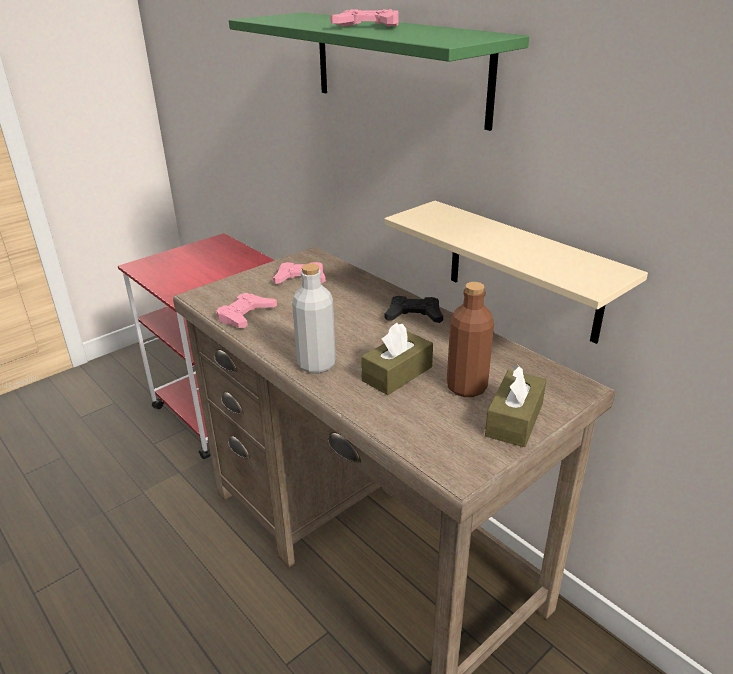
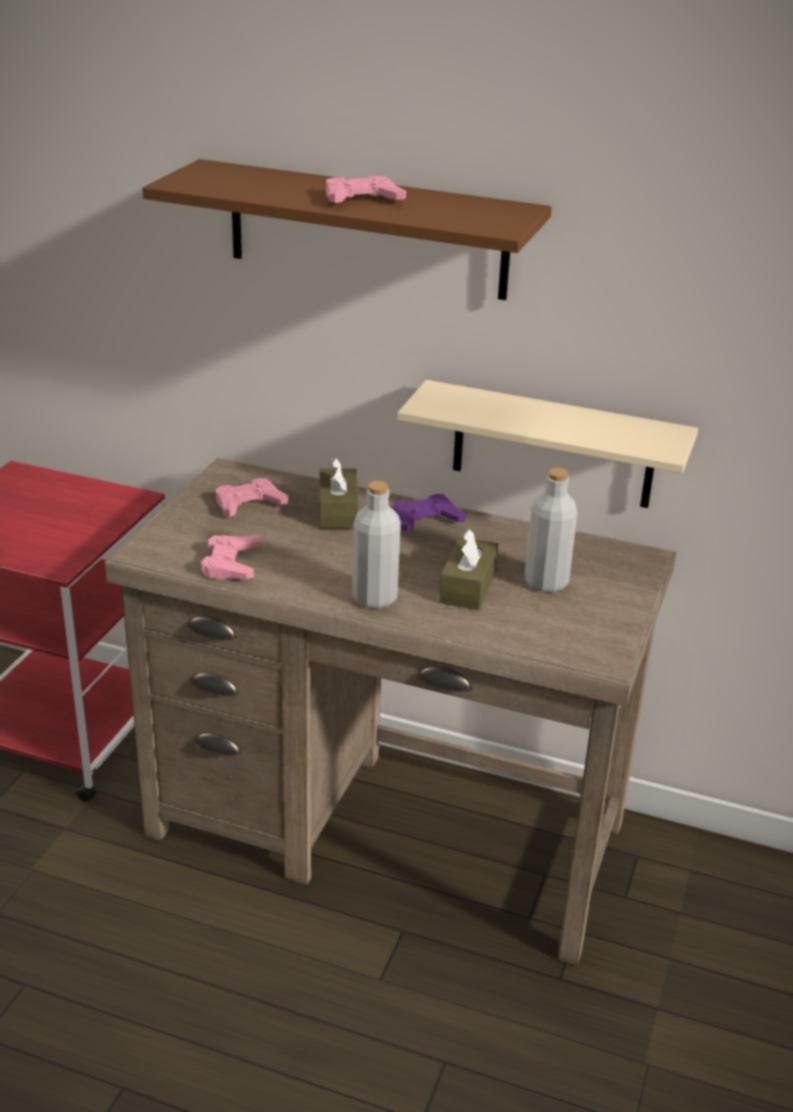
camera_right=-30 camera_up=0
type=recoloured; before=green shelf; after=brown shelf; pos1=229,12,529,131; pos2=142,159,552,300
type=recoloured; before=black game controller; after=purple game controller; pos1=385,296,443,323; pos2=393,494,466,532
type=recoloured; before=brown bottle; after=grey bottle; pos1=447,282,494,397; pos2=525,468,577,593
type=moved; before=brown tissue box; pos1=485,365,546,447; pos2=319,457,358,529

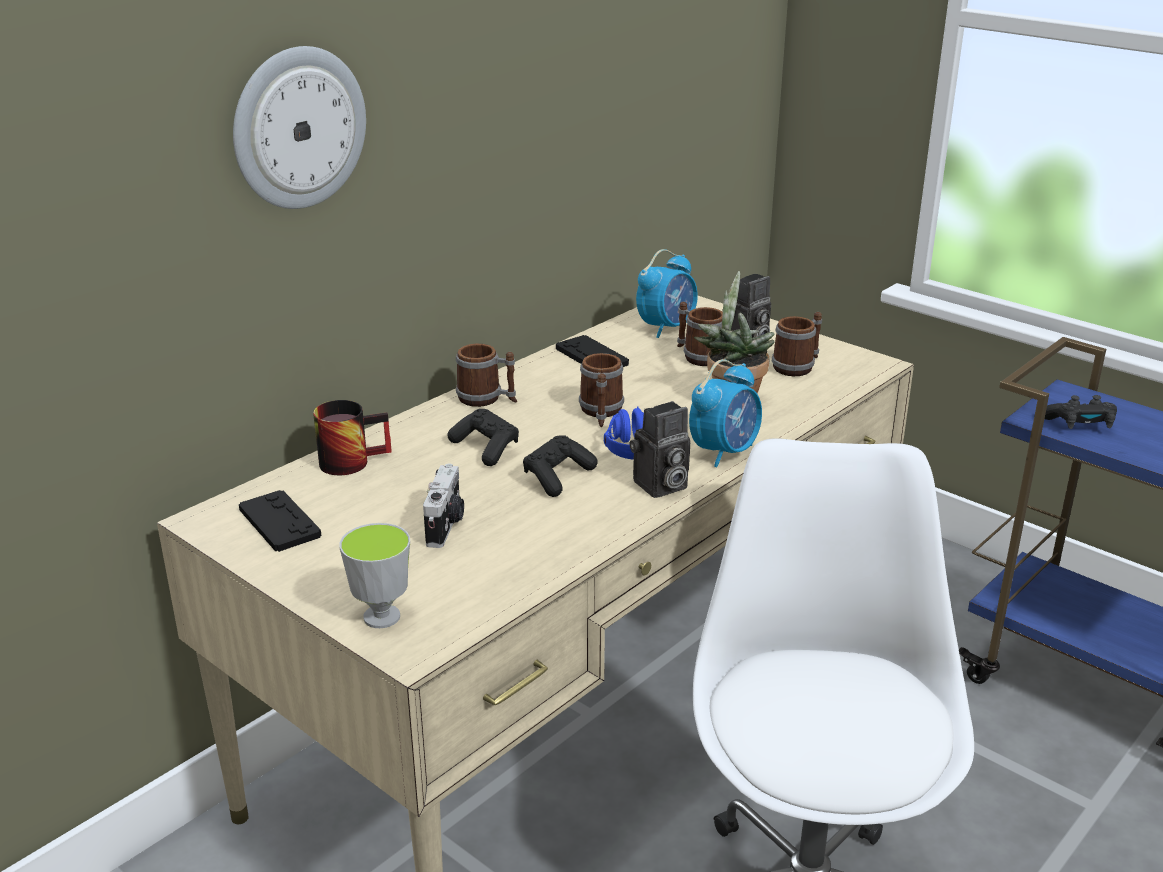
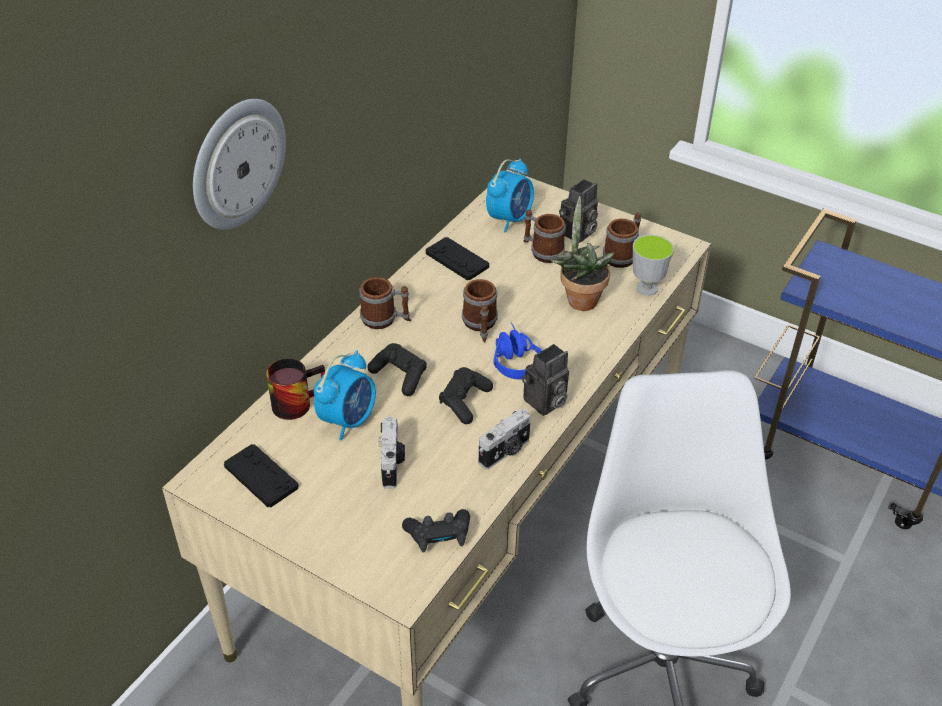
camera_right=-10 camera_up=15
type=moved; before=cup; pos1=340,523,410,628; pos2=633,234,674,296
type=moved; before=alarm clock; pos1=689,359,762,467; pos2=314,350,376,440
type=moved; before=black game controller; pos1=1045,395,1117,429; pos2=402,509,470,553
type=added; after=photo camera; pos2=479,409,531,470

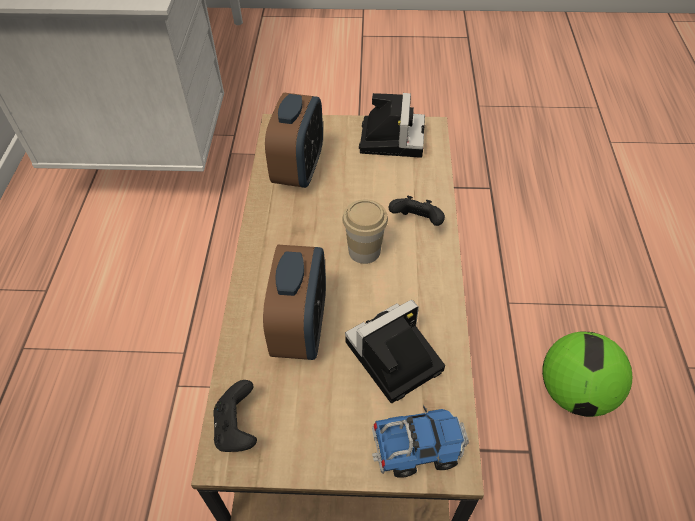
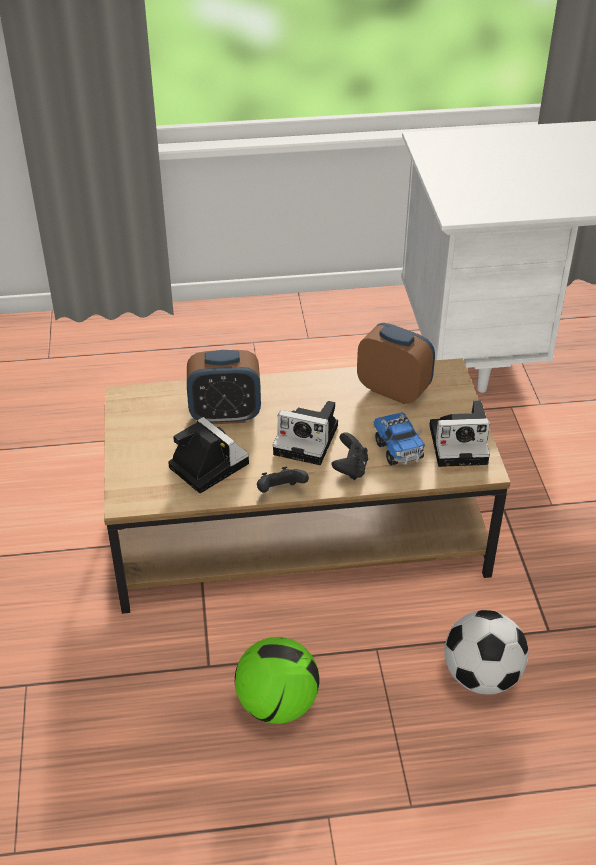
camera_right=80 camera_up=-10
type=moved; before=black game controller; pos1=213,380,257,452; pos2=257,467,309,493
type=turned; before=alarm clock; pos1=265,93,323,188; pos2=357,323,435,404; turn=-150
type=replaced; before=cup; after=photo camera; pos1=342,200,388,264; pos2=273,401,338,465
type=moved; before=toy truck; pos1=372,405,469,478; pos2=374,412,425,466
type=added; after=football; pos2=444,610,528,694

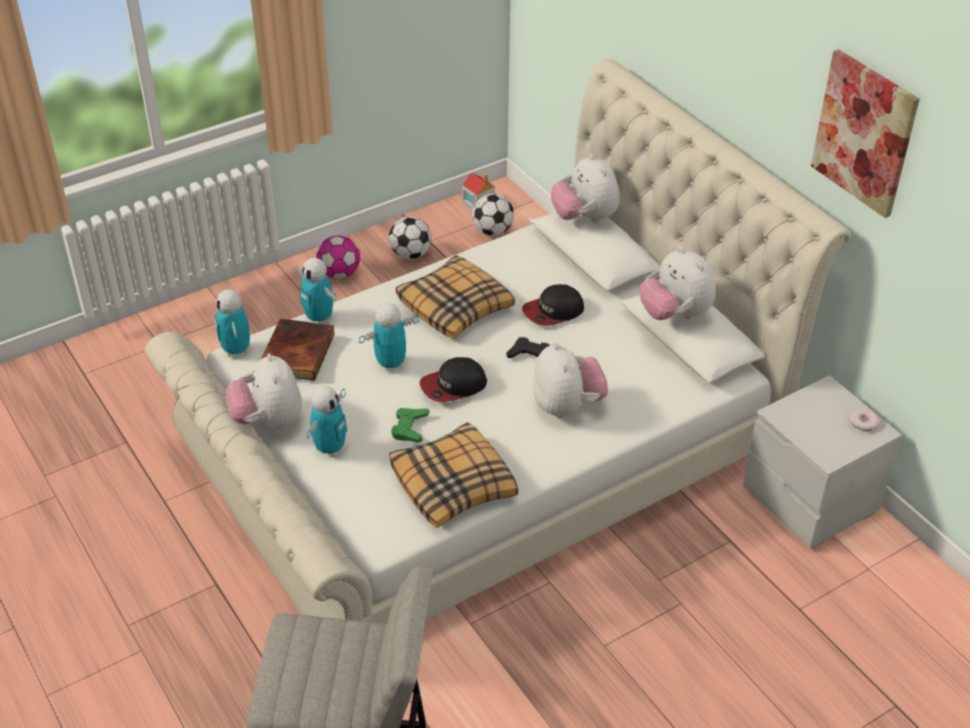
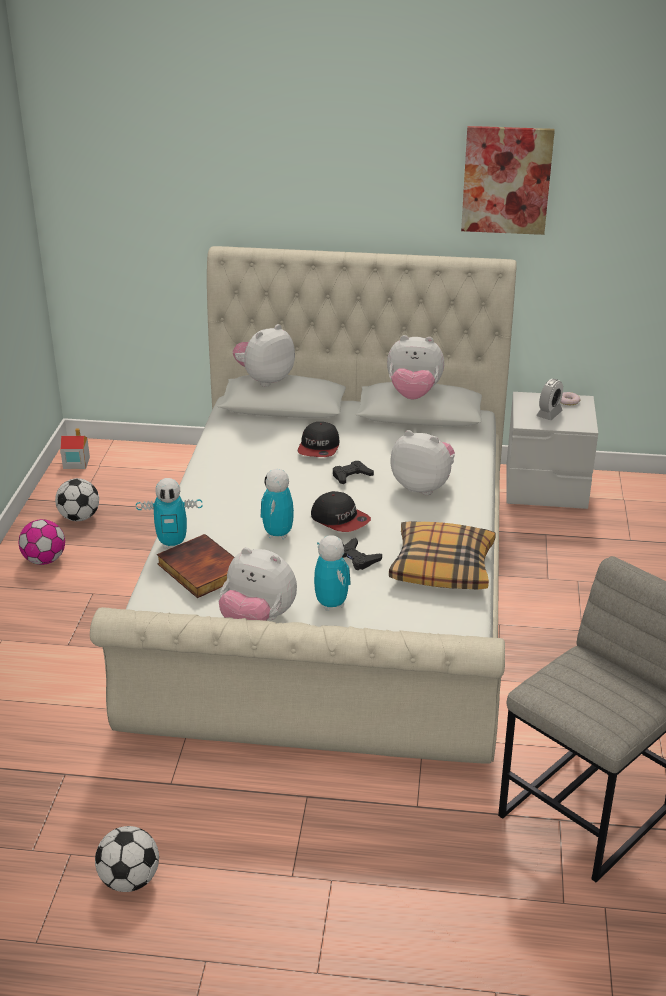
camera_right=-50 camera_up=-10
type=removed; before=toy robot; pos1=215,289,250,357
type=recoloured; before=green game controller; after=black game controller; pos1=391,408,429,443; pos2=342,538,382,570
type=removed; before=pillow; pos1=396,255,515,339
type=turned; before=cap; pos1=420,357,487,402; pos2=311,491,371,532; turn=-60
type=moved; before=football; pos1=472,194,514,236; pos2=95,826,159,892
type=turned; before=plush toy; pos1=551,154,620,223; pos2=233,324,295,387; turn=120
type=added; after=alarm clock; pos2=536,379,563,420

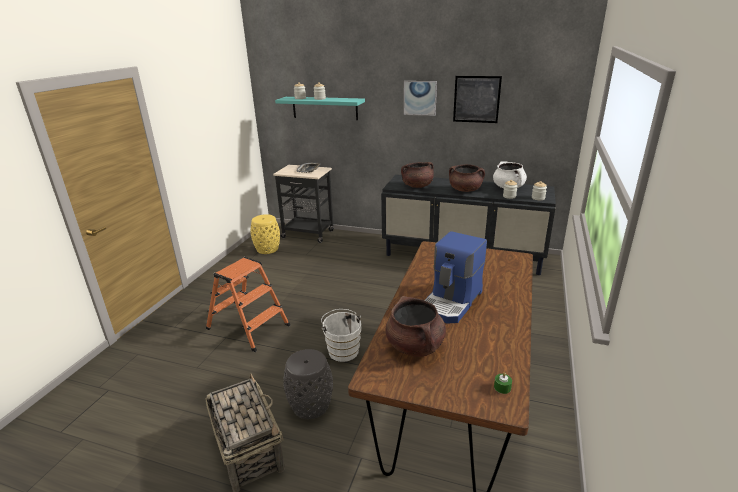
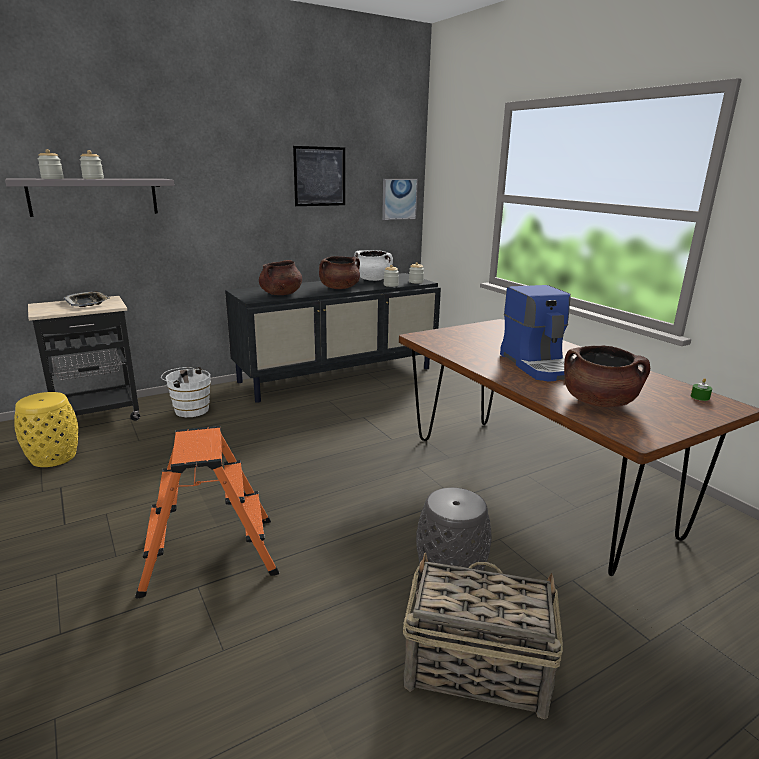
camera_right=-50 camera_up=-5
type=recoloured; before=turquoise shelf; after=grey shelf; pos1=275,97,365,120; pos2=5,178,175,217
type=moved; before=white bucket; pos1=321,309,361,362; pos2=161,367,211,417
type=moved; before=picture; pos1=403,81,437,116; pos2=382,179,418,220

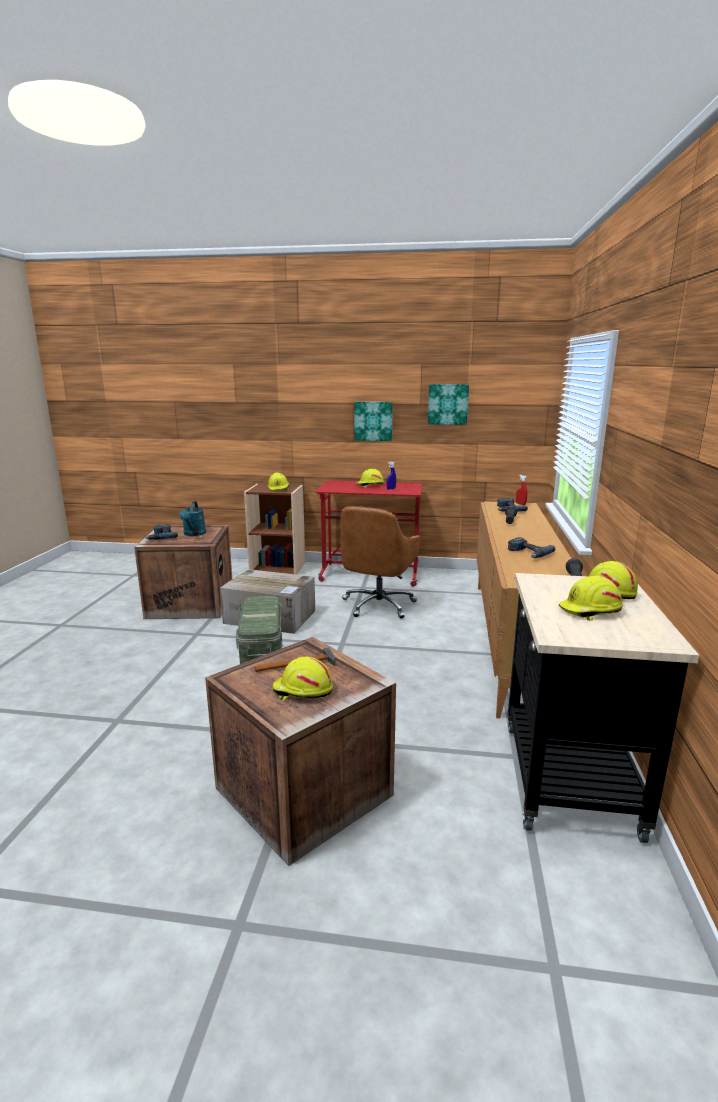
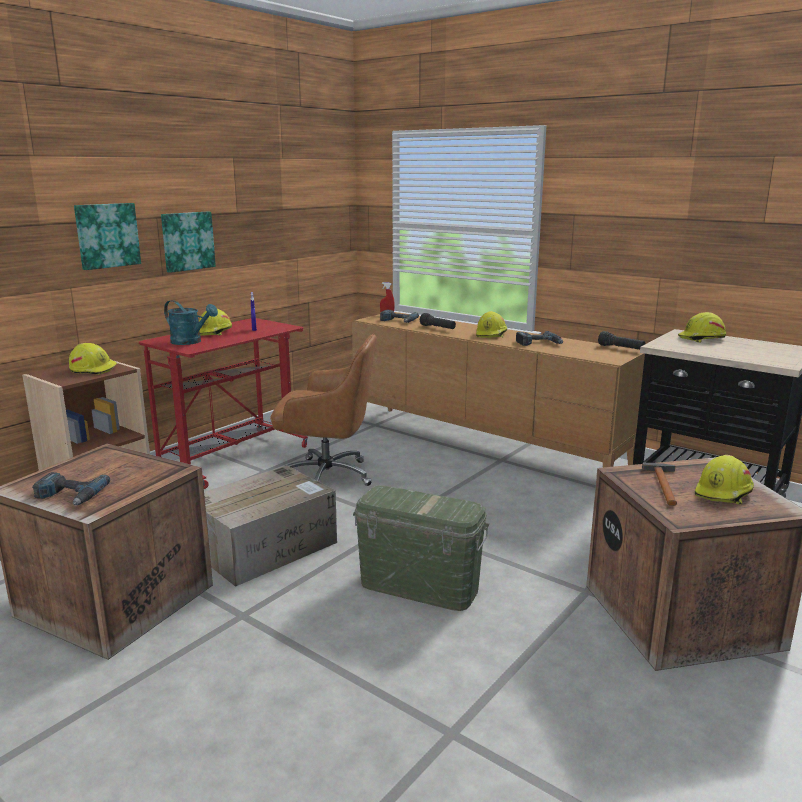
camera_right=-60 camera_up=0
type=moved; before=turquoise watering can; pos1=179,501,206,536; pos2=164,300,218,345
type=turned; before=brown office chair; pos1=341,506,421,619; pos2=270,334,377,486; turn=-45
type=moved; before=picture; pos1=428,384,469,425; pos2=74,203,141,270
type=moved; before=yellow hard hat; pos1=559,576,623,621; pos2=476,311,507,338

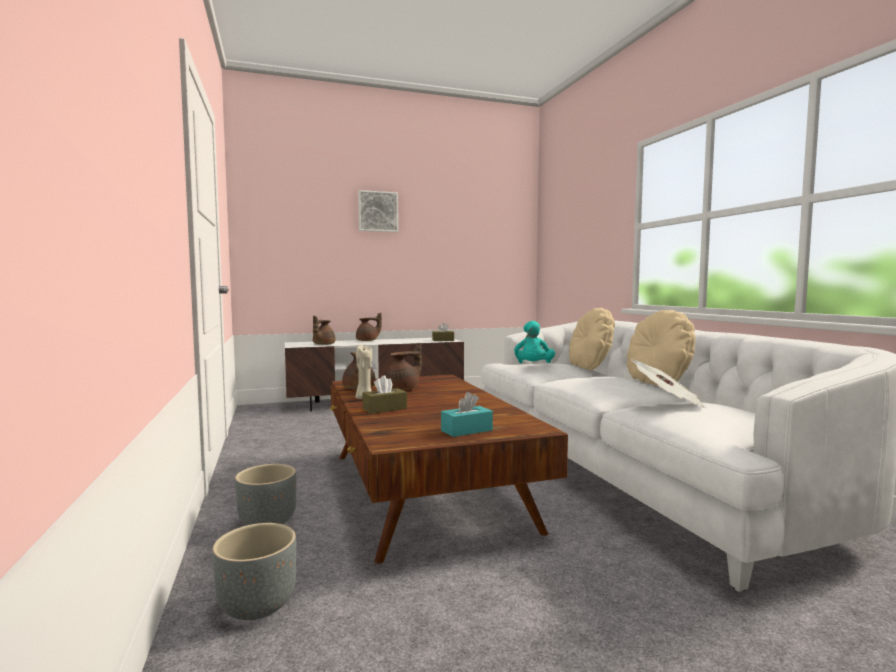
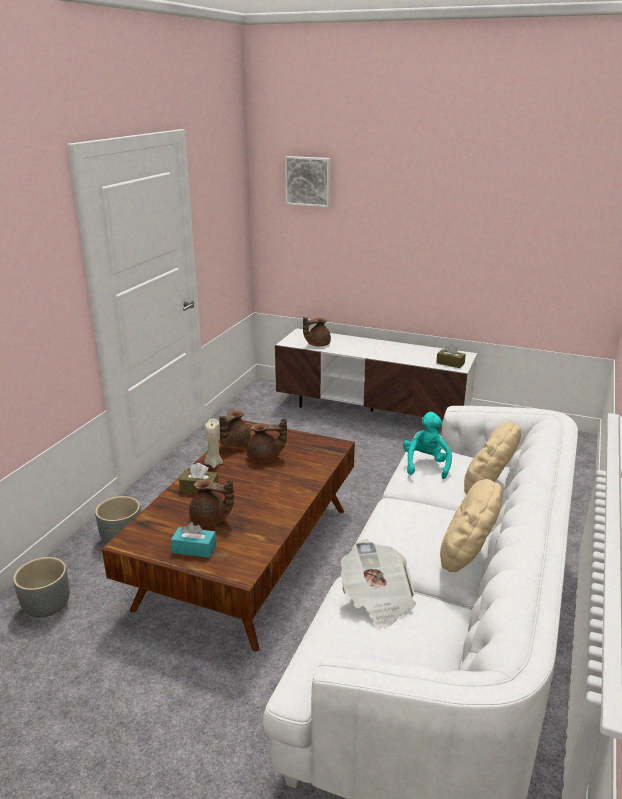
camera_right=40 camera_up=20
type=moved; before=brown teapot; pos1=356,313,382,341; pos2=189,479,234,526
type=moved; before=picture; pos1=358,190,398,232; pos2=285,156,330,207
type=turned; before=turquoise plush toy; pos1=514,321,555,363; pos2=403,412,452,479; turn=135

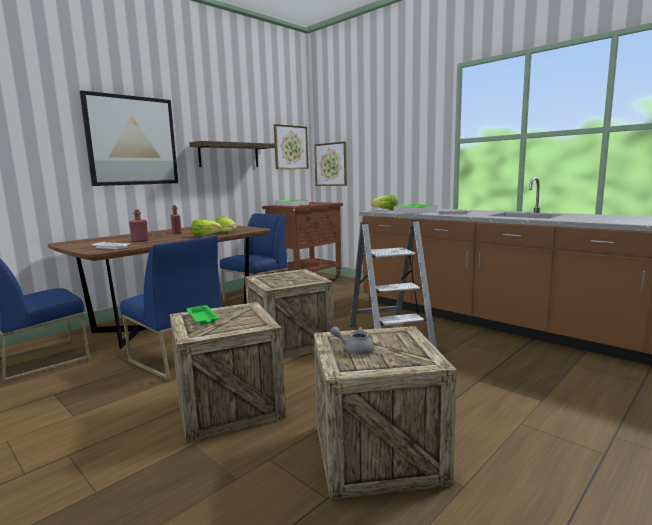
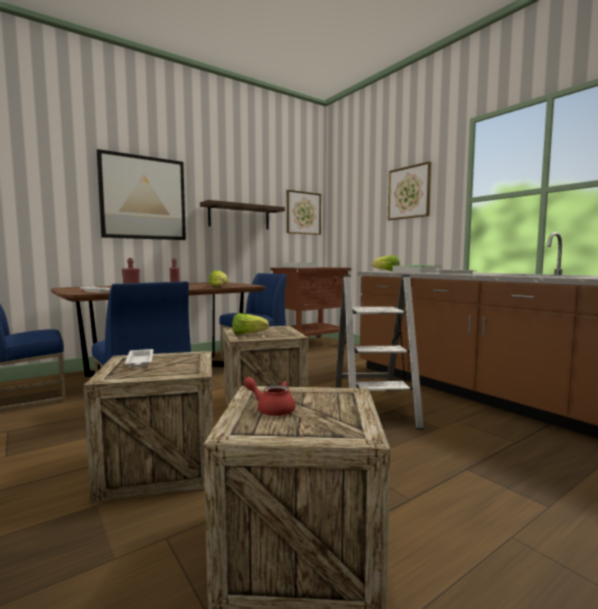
camera_right=10 camera_up=-5
type=recoloured; before=green tray; after=white tray; pos1=187,305,219,325; pos2=125,349,153,368
type=moved; before=lettuce; pos1=191,219,222,236; pos2=232,313,269,334
type=moved; before=picture; pos1=314,142,347,186; pos2=388,161,431,220
type=recoloured; before=grey teapot; after=red teapot; pos1=330,327,374,355; pos2=243,377,295,416

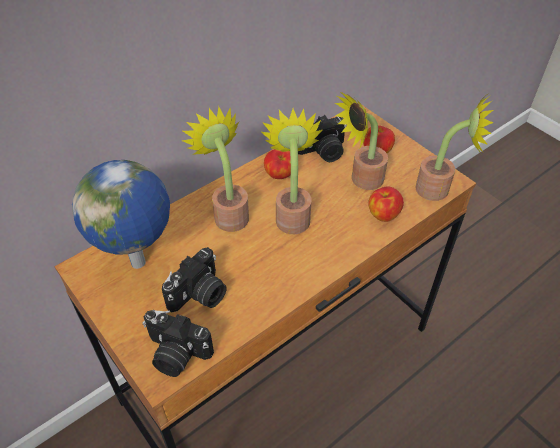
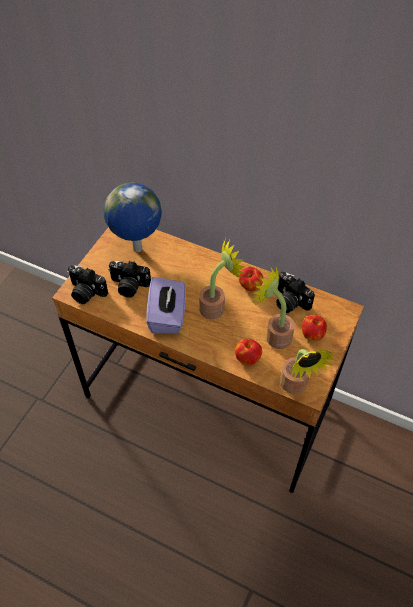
camera_right=65 camera_up=5
type=turned; before=photo camera; pos1=142,310,214,377; pos2=67,265,108,304; turn=-60
type=removed; before=potted plant; pos1=181,107,249,232
type=added; after=purple tissue box; pos2=146,277,186,334

